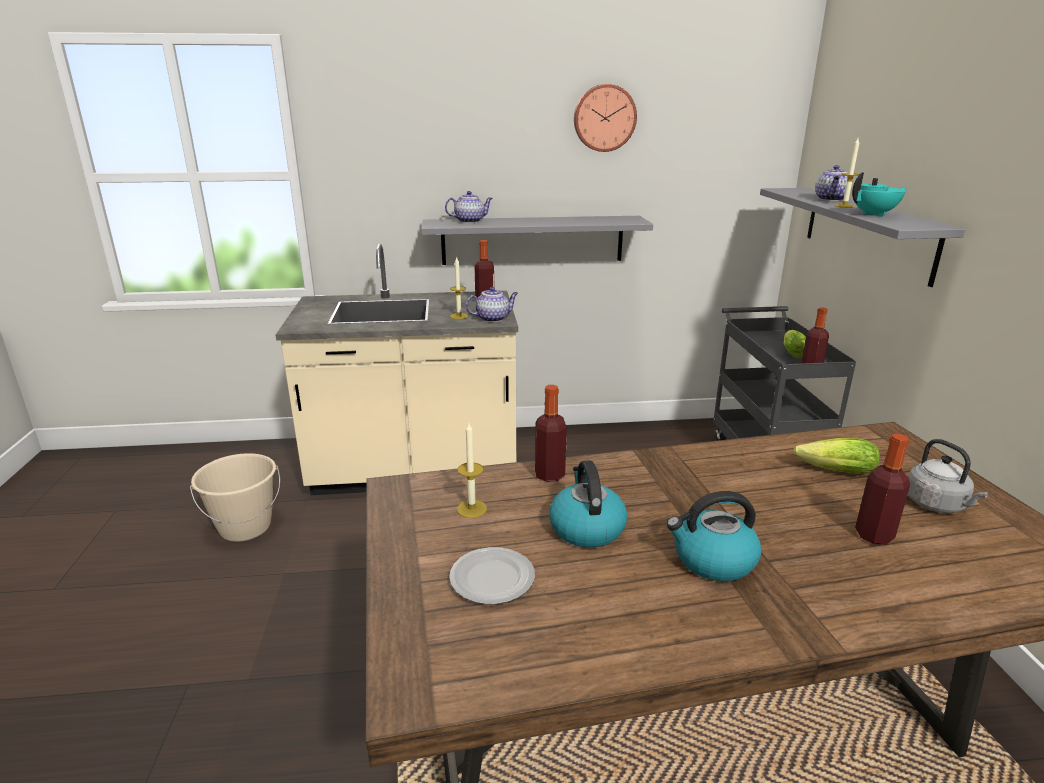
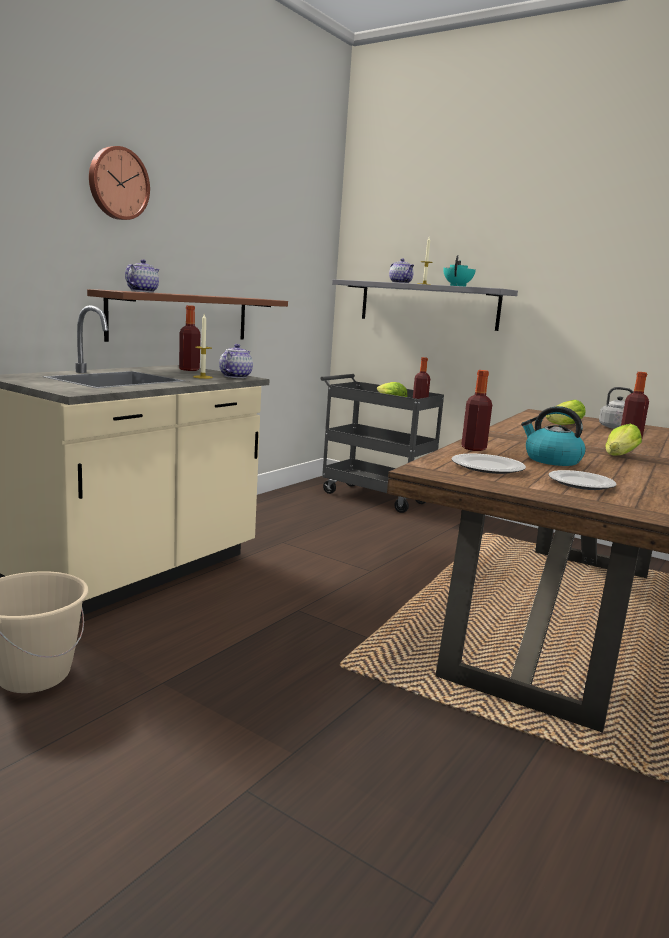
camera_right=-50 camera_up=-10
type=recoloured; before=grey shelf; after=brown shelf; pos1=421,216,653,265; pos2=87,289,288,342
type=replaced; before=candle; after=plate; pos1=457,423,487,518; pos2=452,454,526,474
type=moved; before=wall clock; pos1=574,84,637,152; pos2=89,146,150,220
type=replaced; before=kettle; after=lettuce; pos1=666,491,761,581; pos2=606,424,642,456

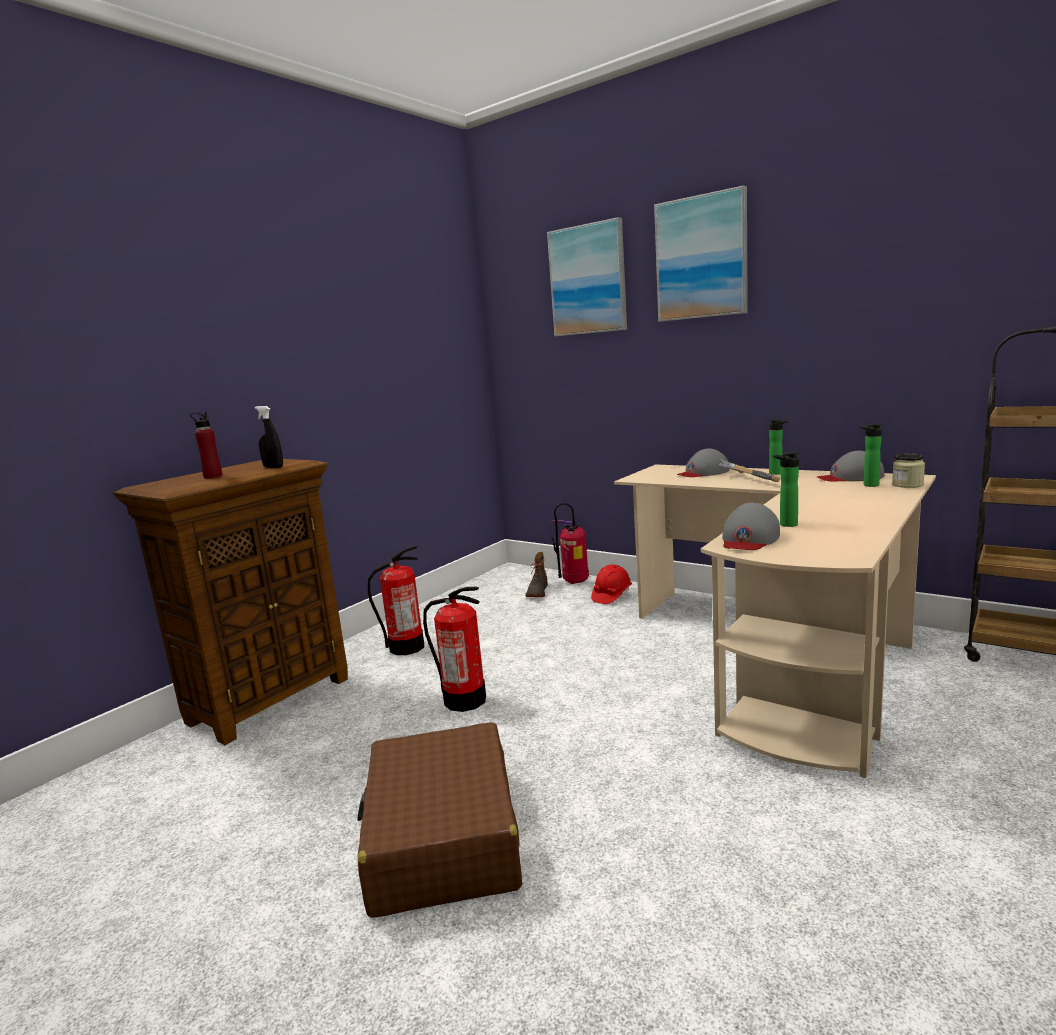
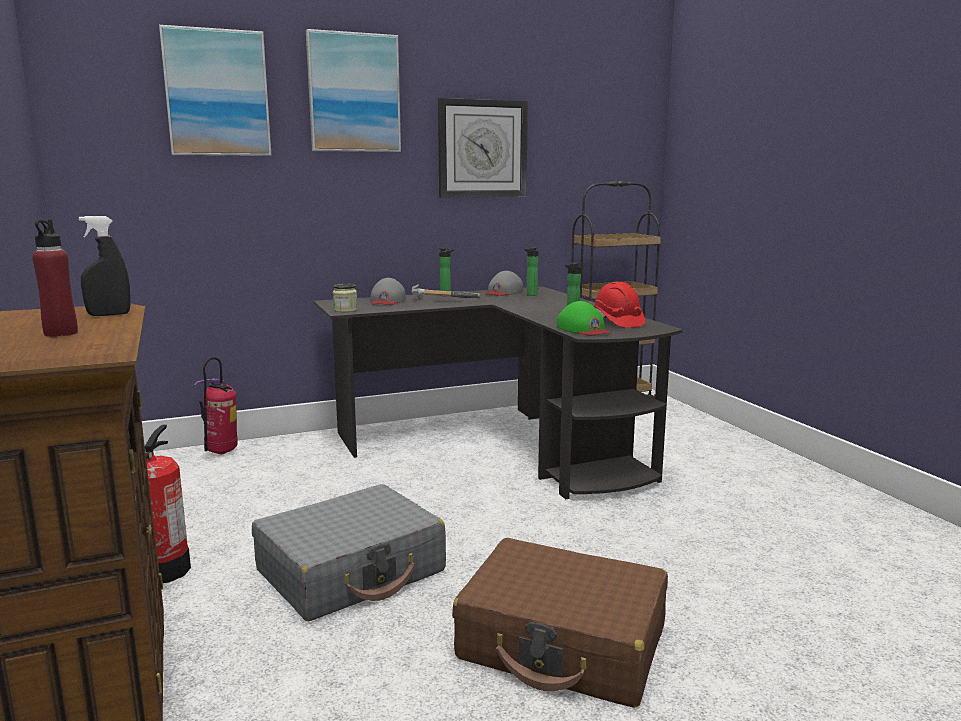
camera_right=-60 camera_up=0
type=replaced; before=fire extinguisher; after=grey suitcase; pos1=423,587,486,712; pos2=252,484,446,621
type=removed; before=boot; pos1=525,552,548,597
type=moved; before=red hard hat; pos1=591,565,632,604; pos2=594,282,645,328
type=recoloured; before=beige desk; after=black desk; pos1=614,464,936,778; pos2=313,286,683,499
type=recoloured; before=grey cap; after=green cap; pos1=722,502,780,550; pos2=557,301,610,335
type=moved; before=jar; pos1=892,454,925,488; pos2=333,284,358,312
type=added; after=wall clock; pos2=438,98,528,198

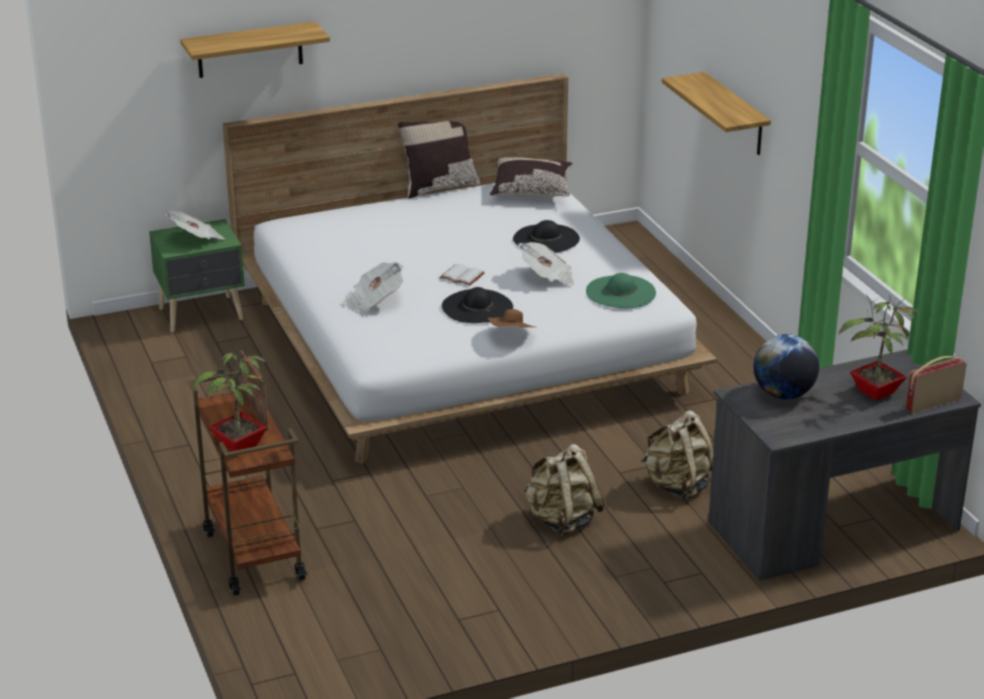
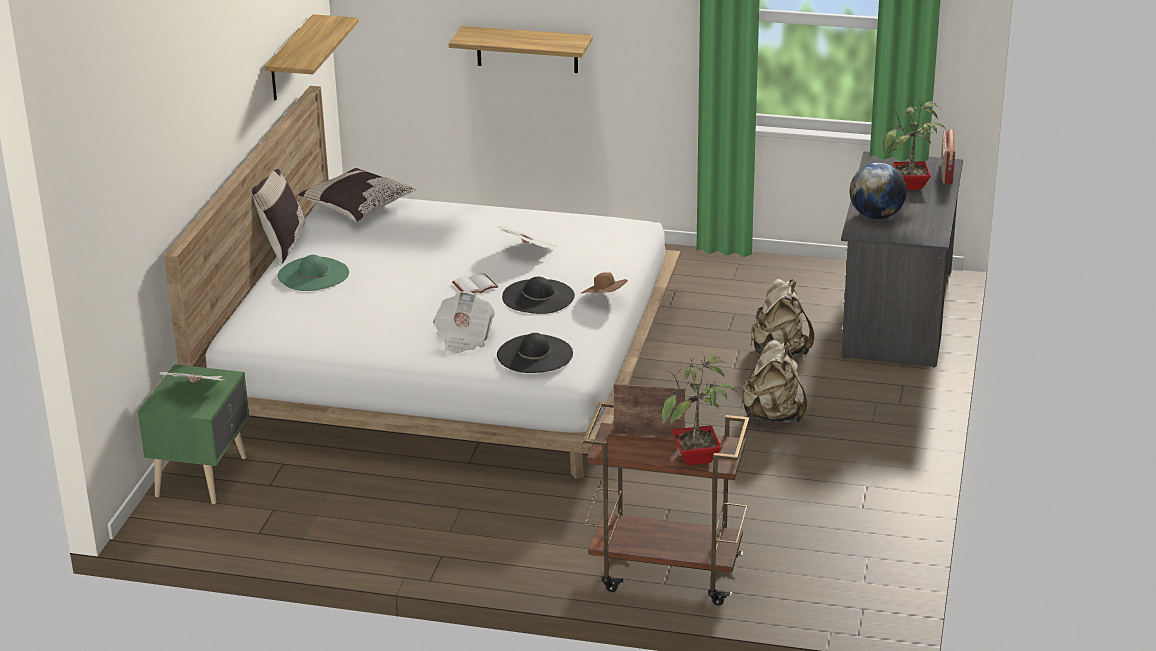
camera_right=-55 camera_up=0
type=moved; before=shelf; pos1=180,21,330,78; pos2=265,14,359,101
type=moved; before=black hat; pos1=513,220,580,253; pos2=497,333,573,373
type=moved; before=green hat; pos1=586,273,656,308; pos2=277,255,349,291

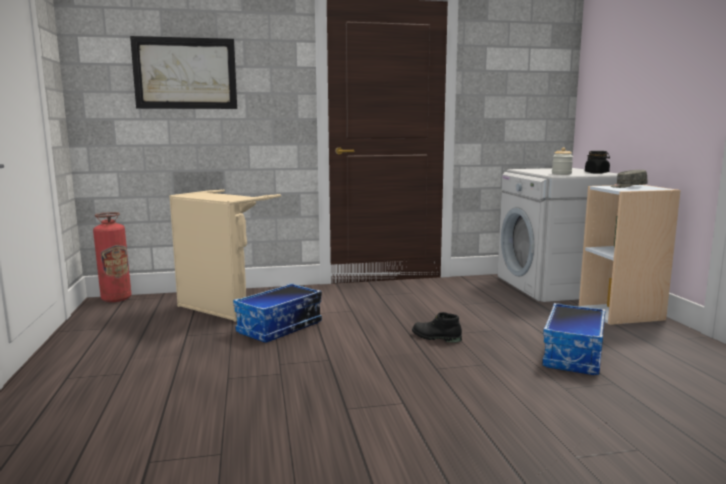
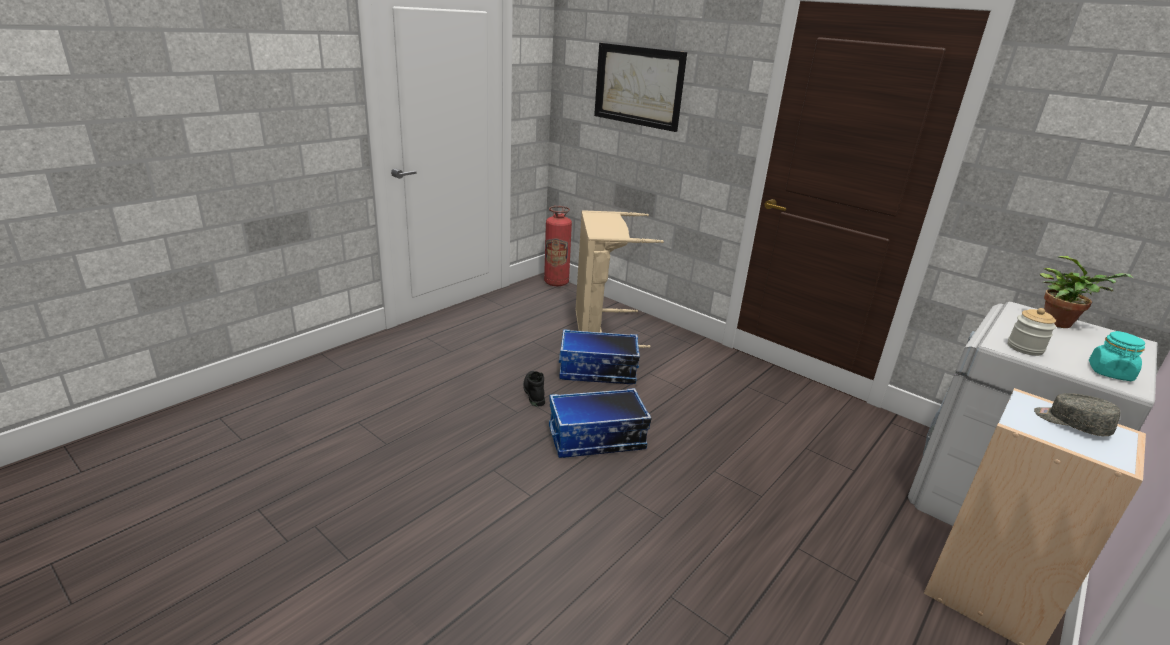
camera_right=50 camera_up=15
type=moved; before=black boot; pos1=412,312,462,342; pos2=523,371,545,407
type=moved; before=storage box; pos1=542,303,606,375; pos2=549,388,652,458
type=recoloured; before=black jar; after=turquoise jar; pos1=585,151,610,174; pos2=1089,331,1145,381
type=added; after=potted plant; pos2=1040,256,1133,328

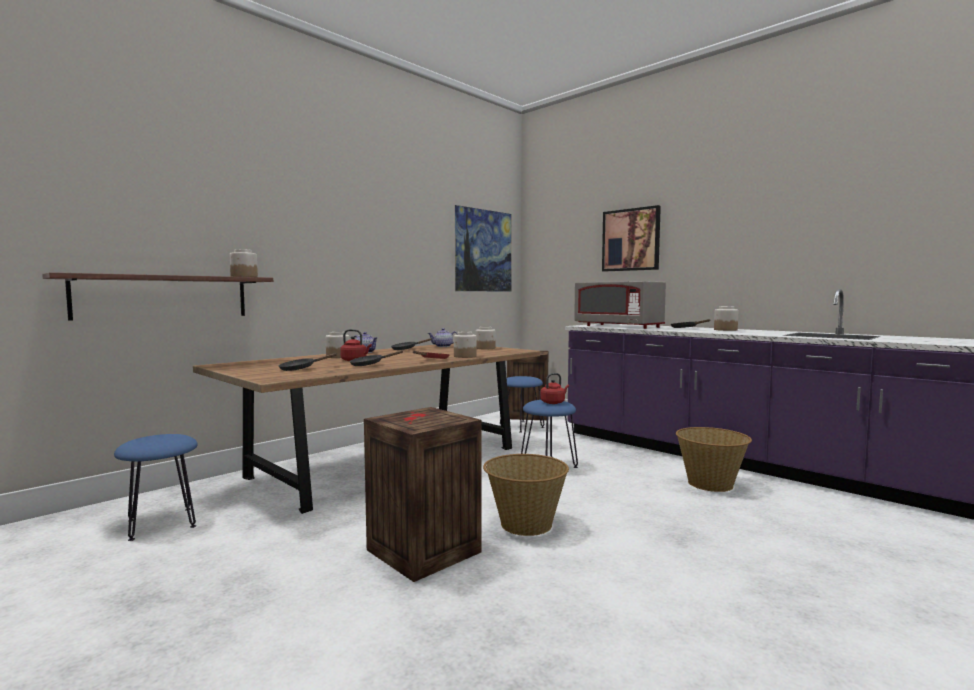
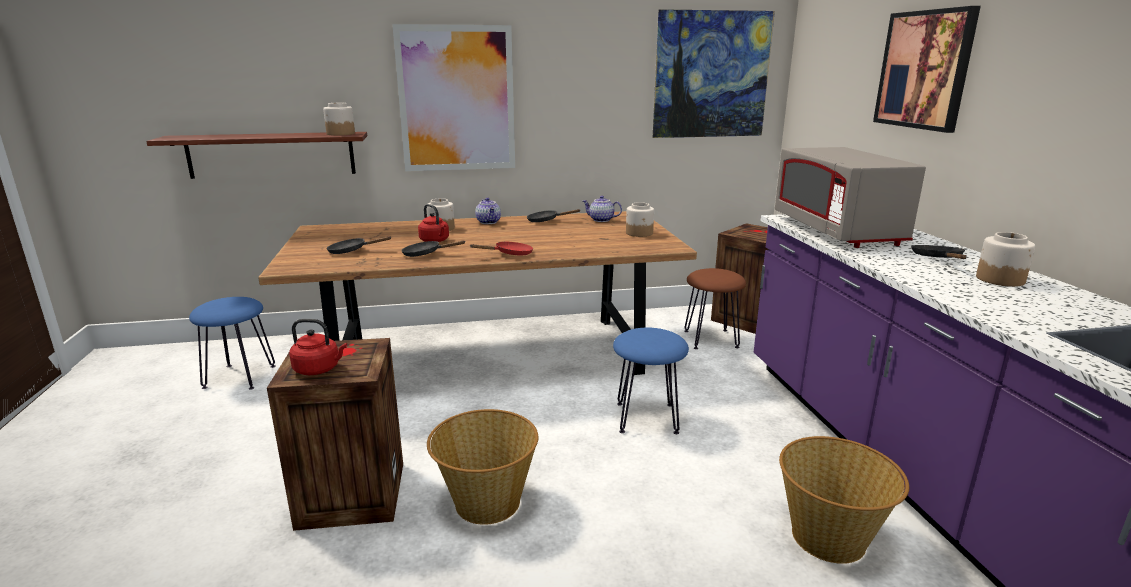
camera_right=35 camera_up=15
type=removed; before=jar; pos1=454,331,476,358
type=recoloured; before=blue stool; after=brown stool; pos1=500,376,545,433; pos2=684,268,746,349
type=moved; before=red kettle; pos1=541,373,569,404; pos2=289,319,347,375
type=added; after=picture; pos2=392,24,515,171

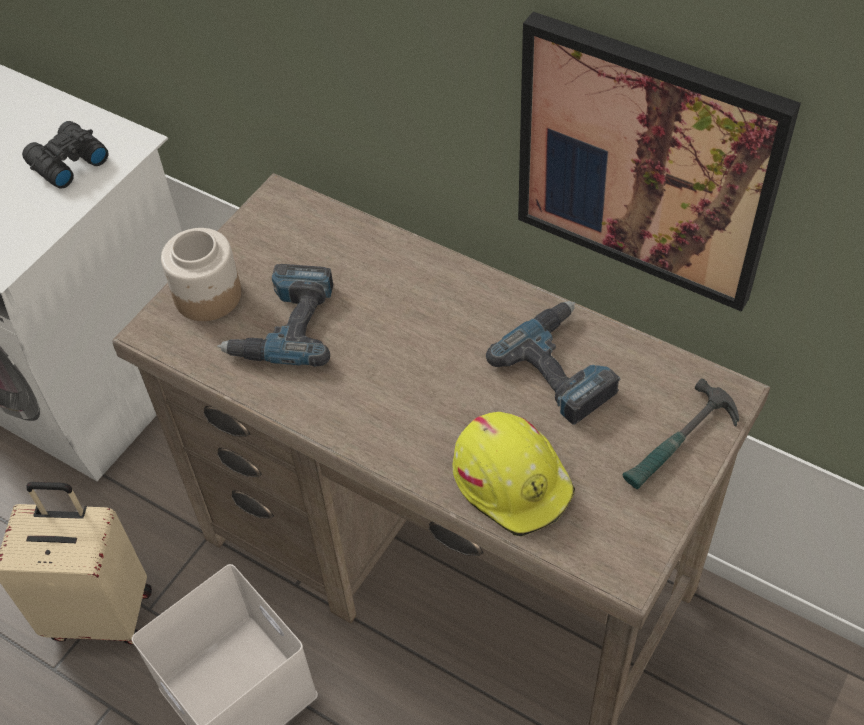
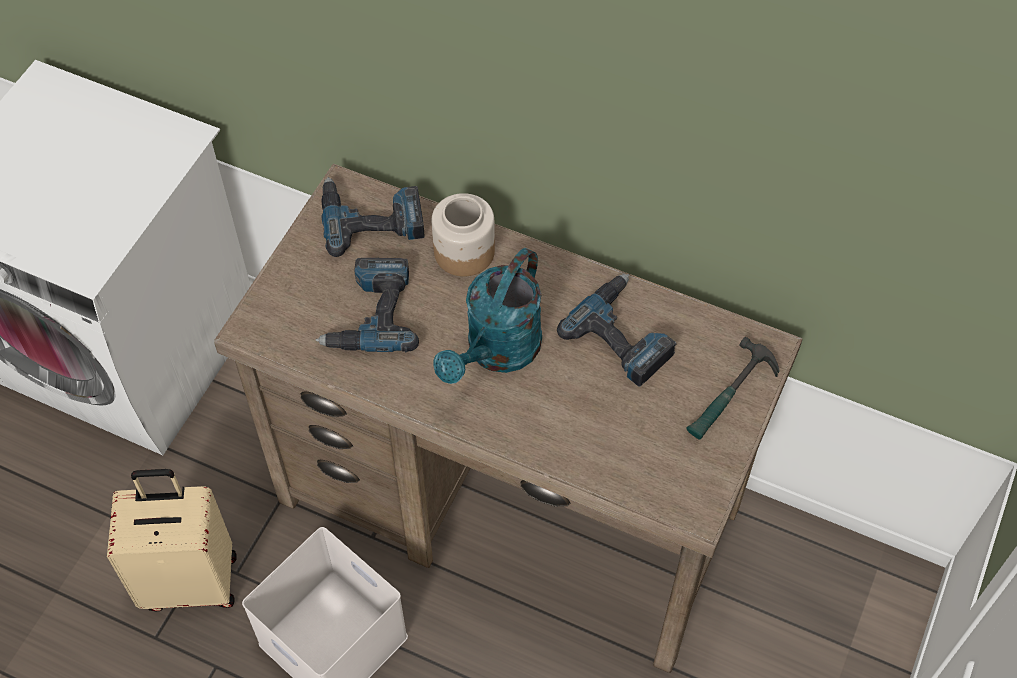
camera_right=-10 camera_up=5
type=removed; before=black binoculars; pos1=22,121,108,189
type=moved; before=jar; pos1=161,228,241,321; pos2=432,193,495,277
type=removed; before=yellow hard hat; pos1=452,412,575,536
type=removed; before=picture; pos1=518,12,801,312
type=added; after=power drill; pos2=321,177,425,257
type=added; after=turquoise watering can; pos2=433,248,542,384

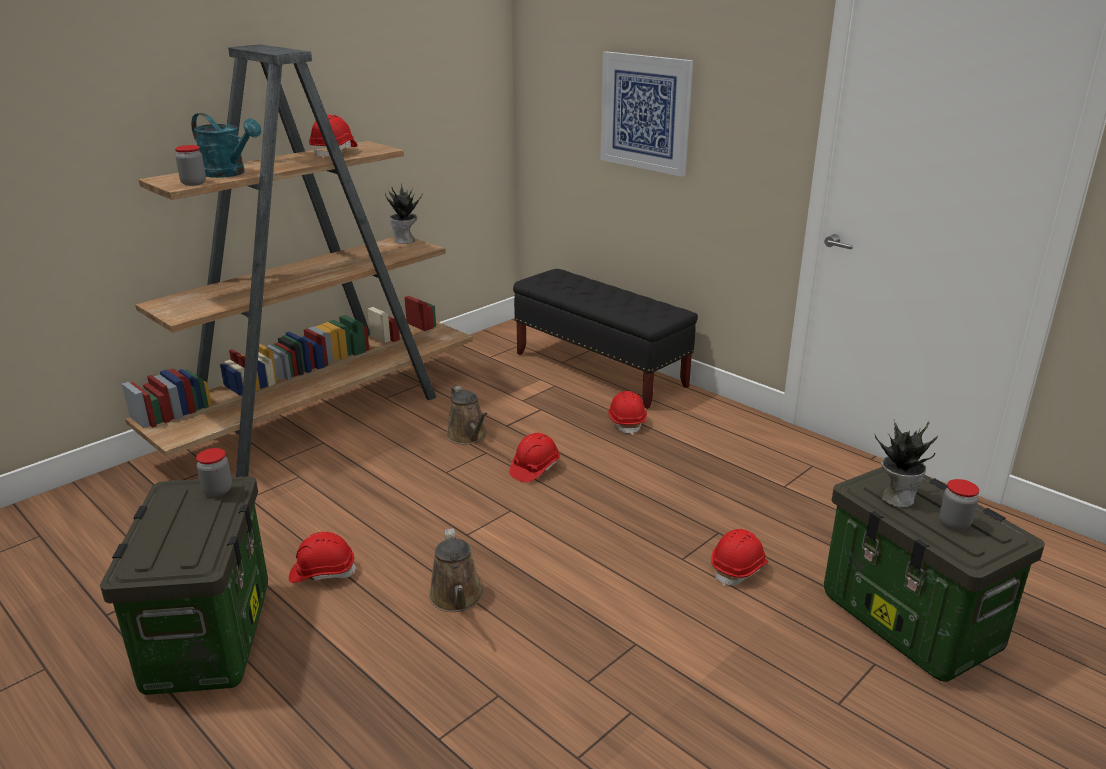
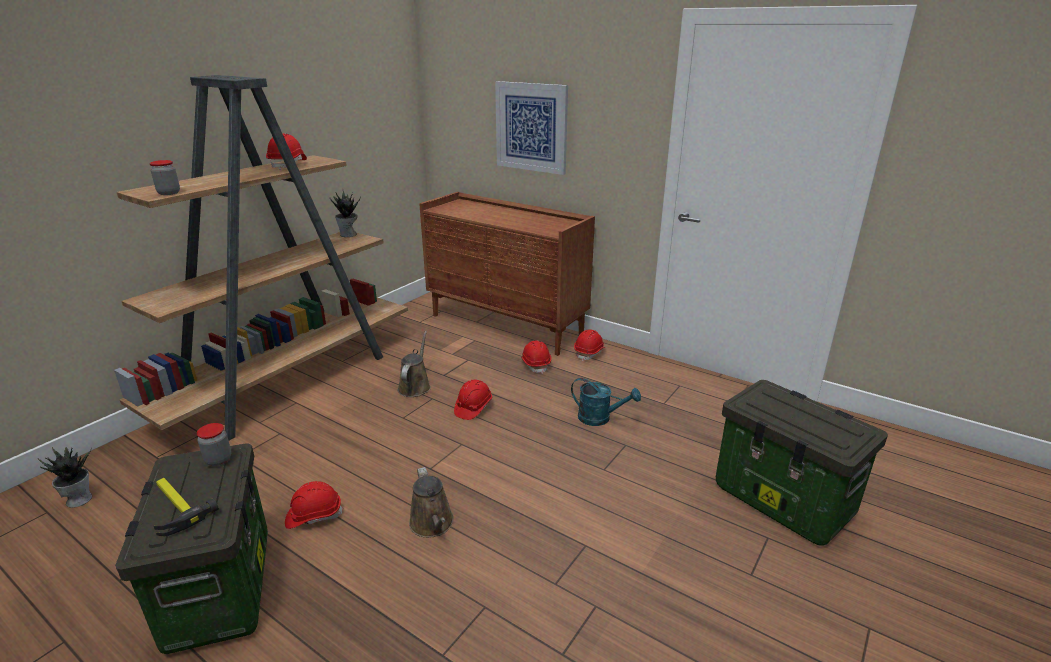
camera_right=-10 camera_up=0
type=moved; before=turquoise watering can; pos1=191,113,261,178; pos2=571,378,641,426
type=turned; before=brown watering can; pos1=446,386,488,444; pos2=398,331,431,397; turn=-135
type=replaced; before=black bench; after=brown cabinet; pos1=513,269,698,409; pos2=419,192,595,356
type=moved; before=red hard hat; pos1=711,529,768,587; pos2=574,329,605,361
type=moved; before=potted plant; pos1=875,421,938,507; pos2=38,447,92,508
type=removed; before=jar; pos1=939,479,979,531
type=added; after=hammer; pos2=154,478,219,537

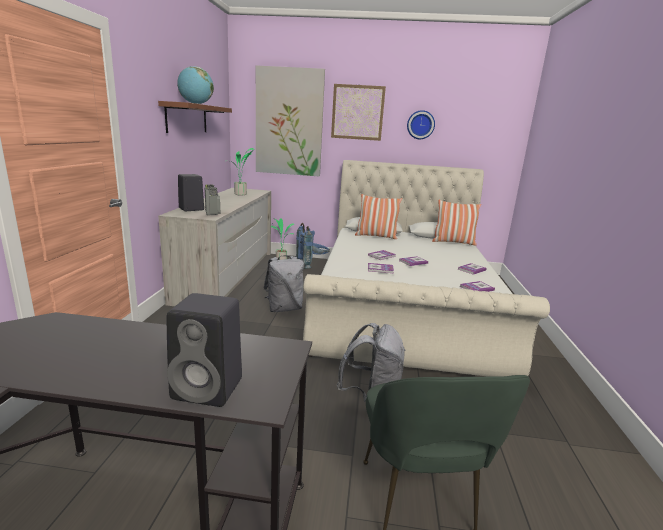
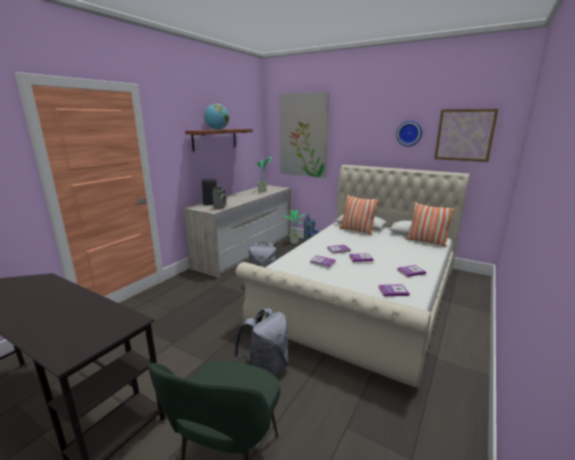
camera_right=25 camera_up=0
type=removed; before=black speaker; pos1=167,293,242,407
type=moved; before=picture; pos1=331,84,386,141; pos2=434,109,499,162

